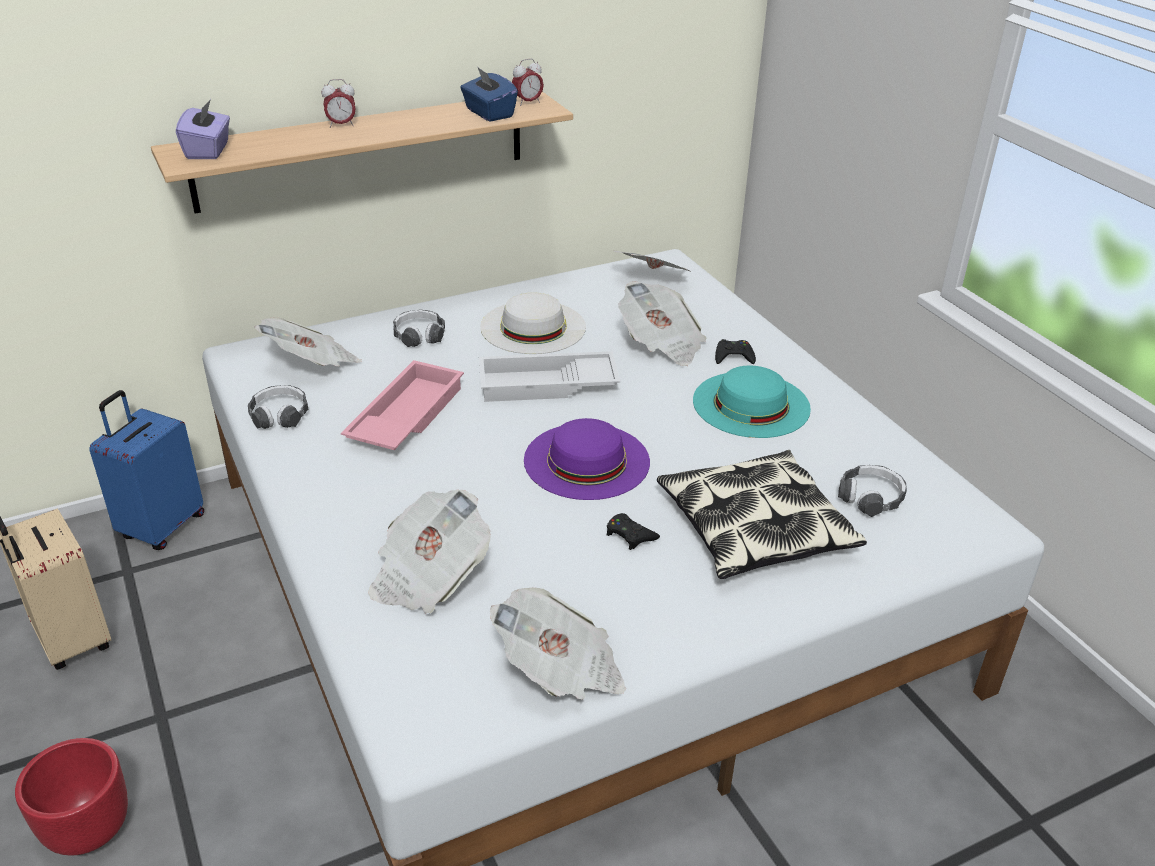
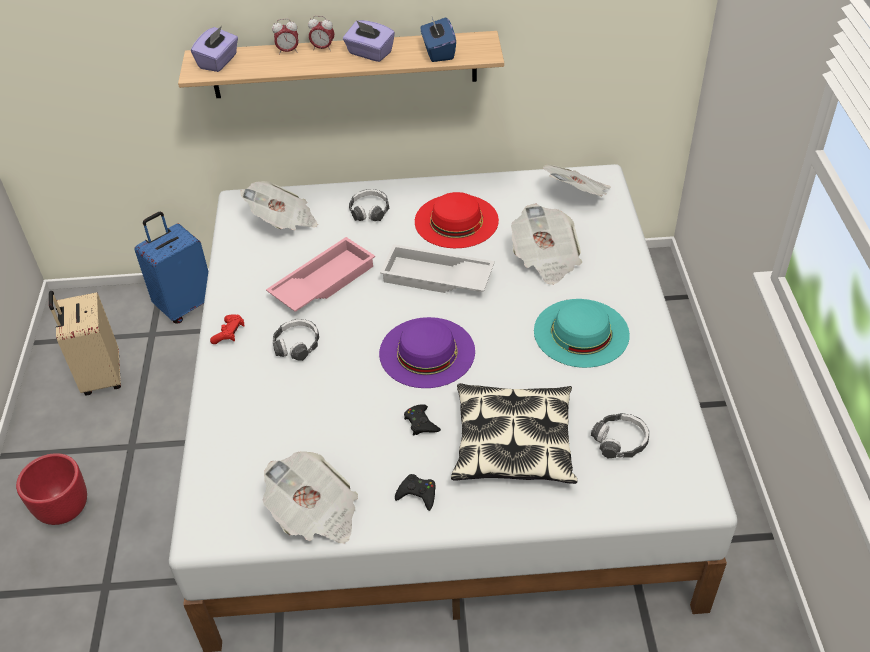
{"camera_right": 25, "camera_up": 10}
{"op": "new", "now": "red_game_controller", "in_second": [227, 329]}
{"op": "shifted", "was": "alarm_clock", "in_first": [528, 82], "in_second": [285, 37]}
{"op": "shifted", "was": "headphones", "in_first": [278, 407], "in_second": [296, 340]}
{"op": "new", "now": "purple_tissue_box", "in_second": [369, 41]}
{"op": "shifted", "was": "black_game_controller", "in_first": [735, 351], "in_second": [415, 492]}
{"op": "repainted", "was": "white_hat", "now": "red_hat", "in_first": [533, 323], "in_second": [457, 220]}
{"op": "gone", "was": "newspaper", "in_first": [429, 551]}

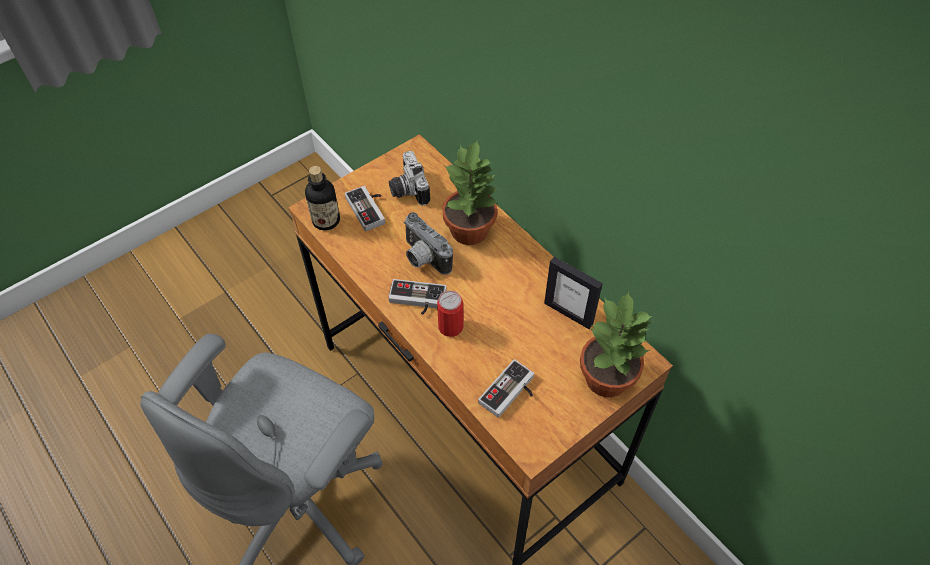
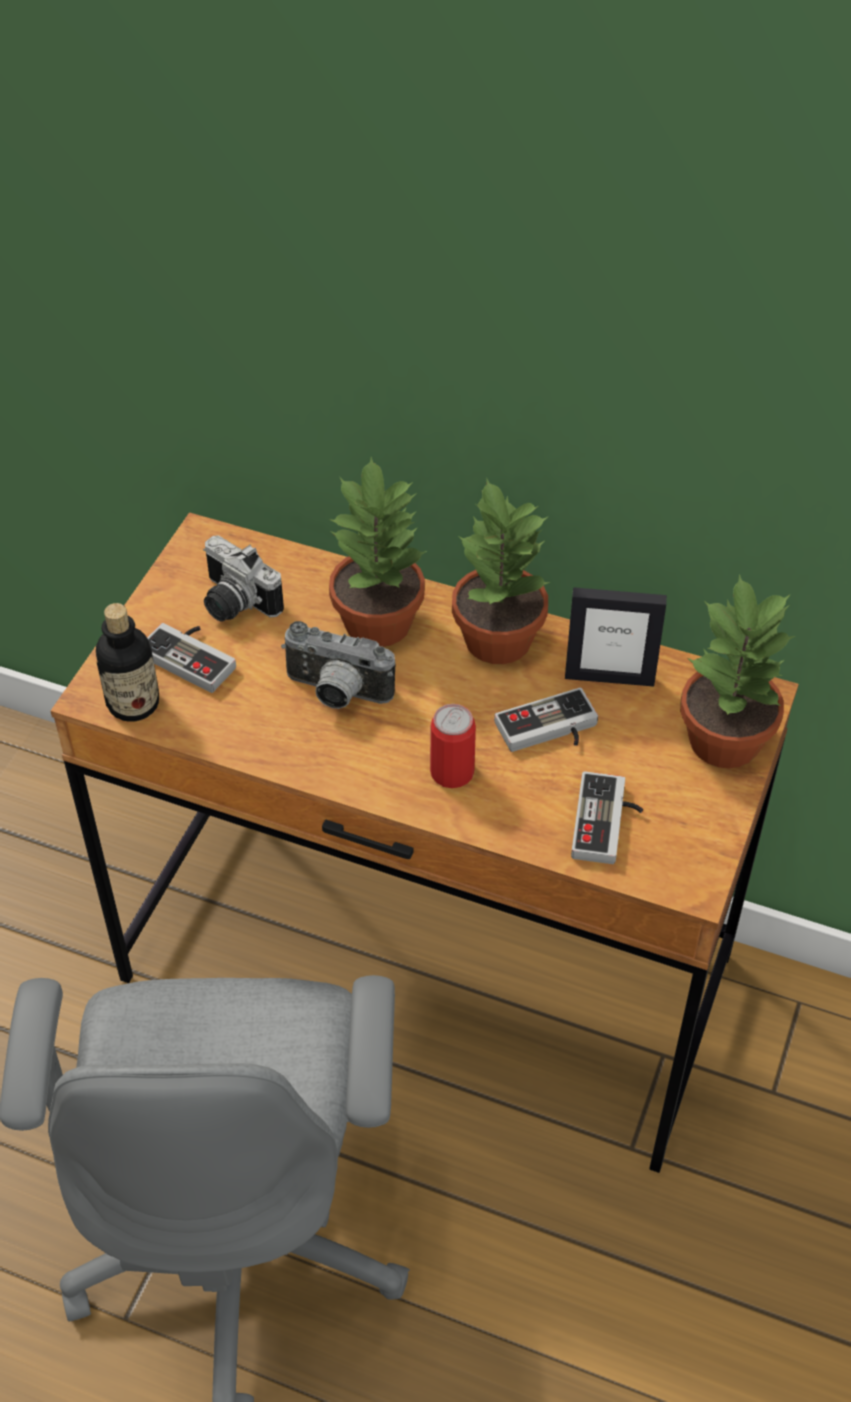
{"camera_right": -30, "camera_up": -5}
{"op": "new", "now": "potted_plant", "in_second": [501, 571]}
{"op": "shifted", "was": "game_controller", "in_first": [417, 297], "in_second": [546, 720]}

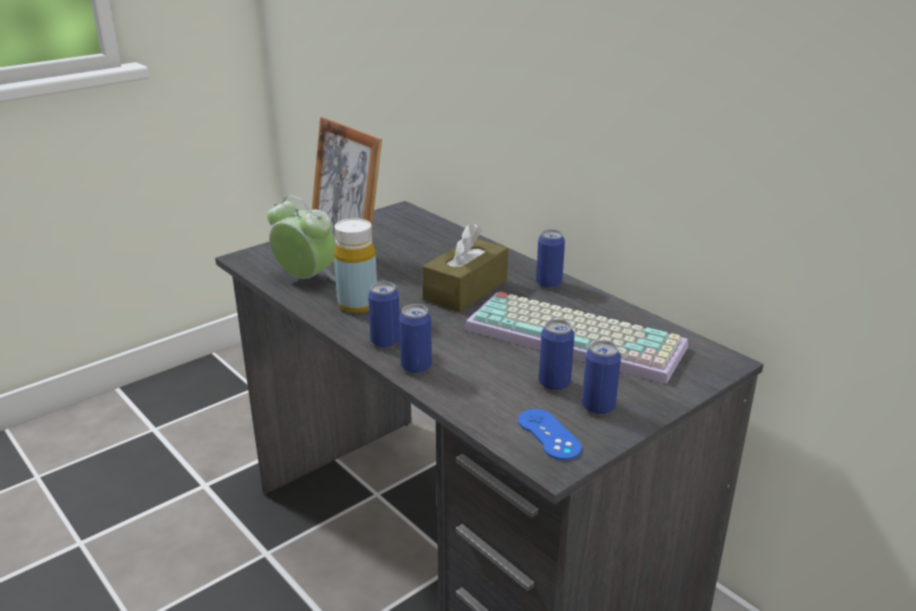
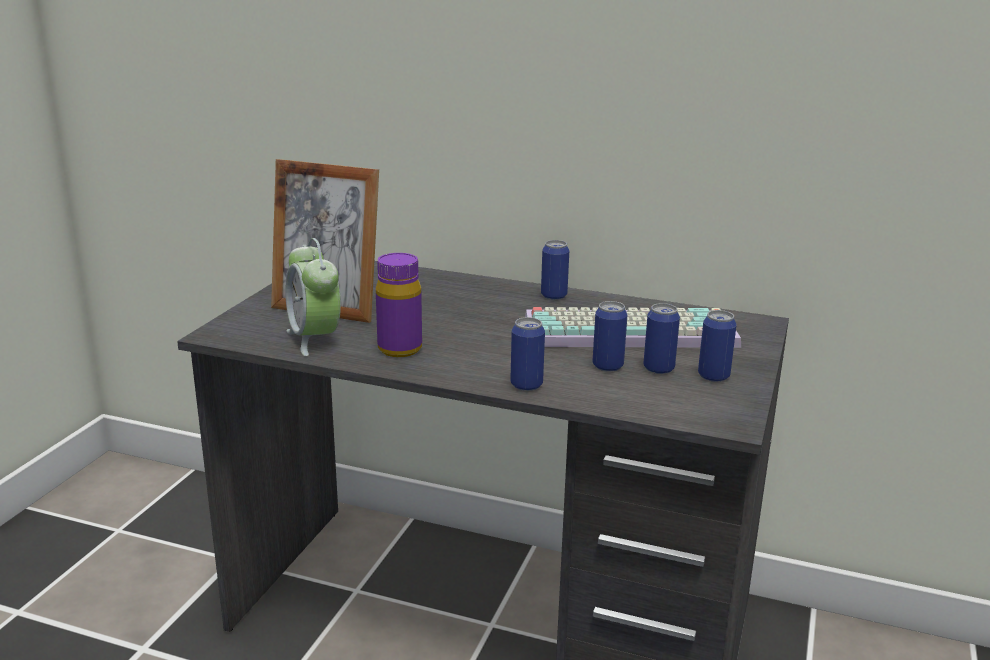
{"camera_right": -30, "camera_up": -5}
{"op": "rotated", "was": "alarm_clock", "in_first": [301, 238], "in_second": [313, 297], "clockwise": -120}
{"op": "repainted", "was": "yellow_bottle", "now": "purple_bottle", "in_first": [355, 265], "in_second": [399, 305]}
{"op": "shifted", "was": "can", "in_first": [384, 315], "in_second": [610, 336]}
{"op": "gone", "was": "brown_tissue_box", "in_first": [465, 267]}
{"op": "gone", "was": "blue_game_controller", "in_first": [550, 434]}

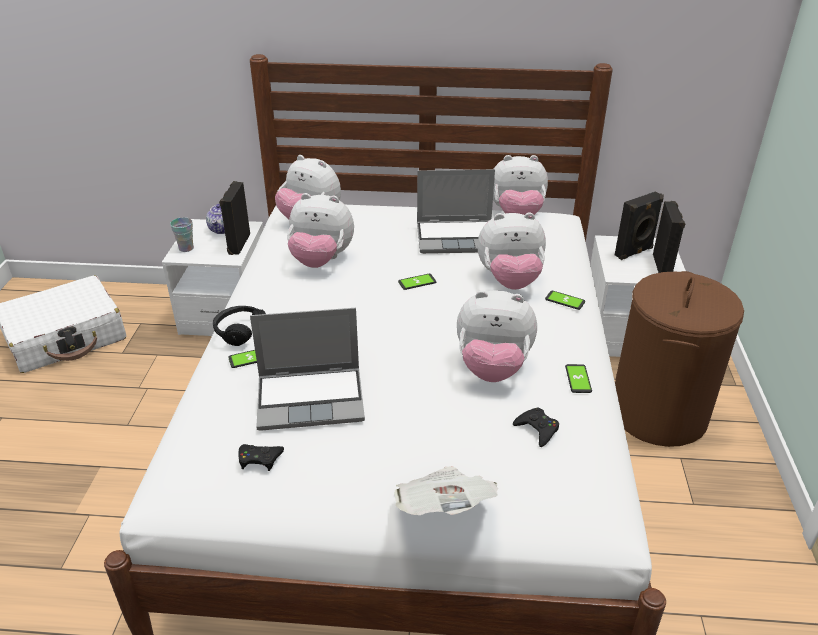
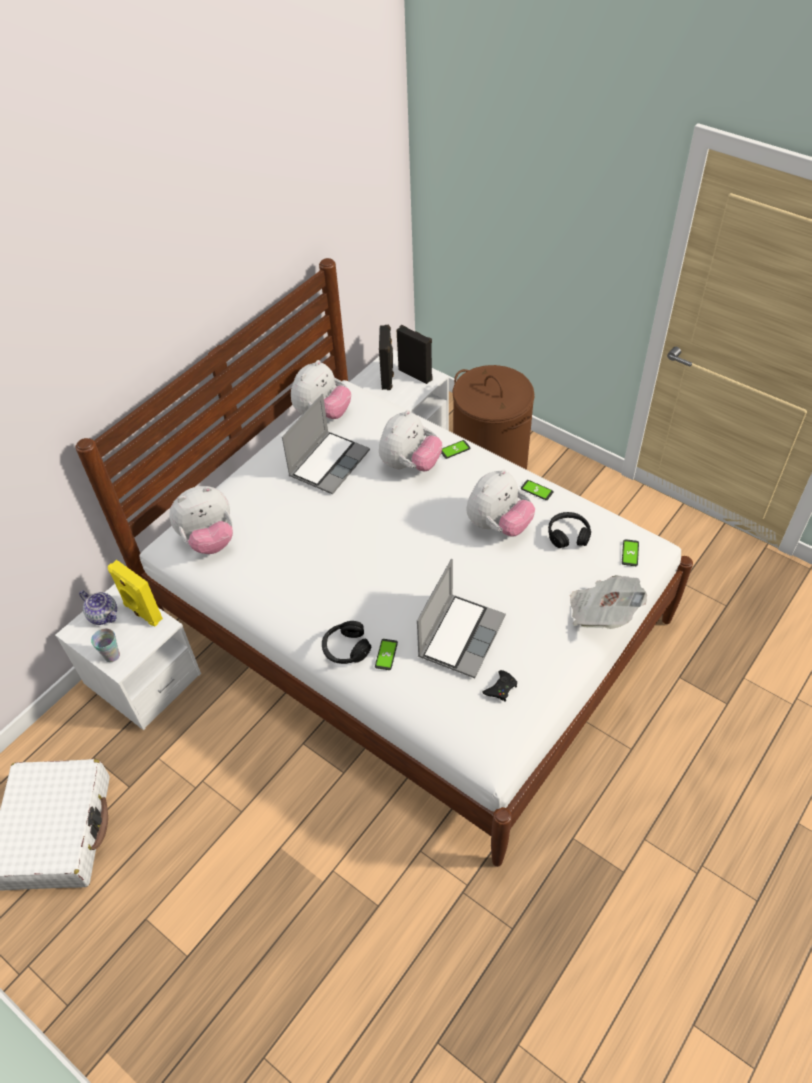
{"camera_right": -55, "camera_up": 15}
{"op": "repainted", "was": "black_speaker", "now": "yellow_speaker", "in_first": [234, 218], "in_second": [135, 593]}
{"op": "swapped", "was": "black_game_controller", "now": "black_headphones", "in_first": [536, 427], "in_second": [569, 530]}
{"op": "shifted", "was": "phone", "in_first": [417, 282], "in_second": [630, 552]}
{"op": "gone", "was": "plush_toy", "in_first": [320, 230]}

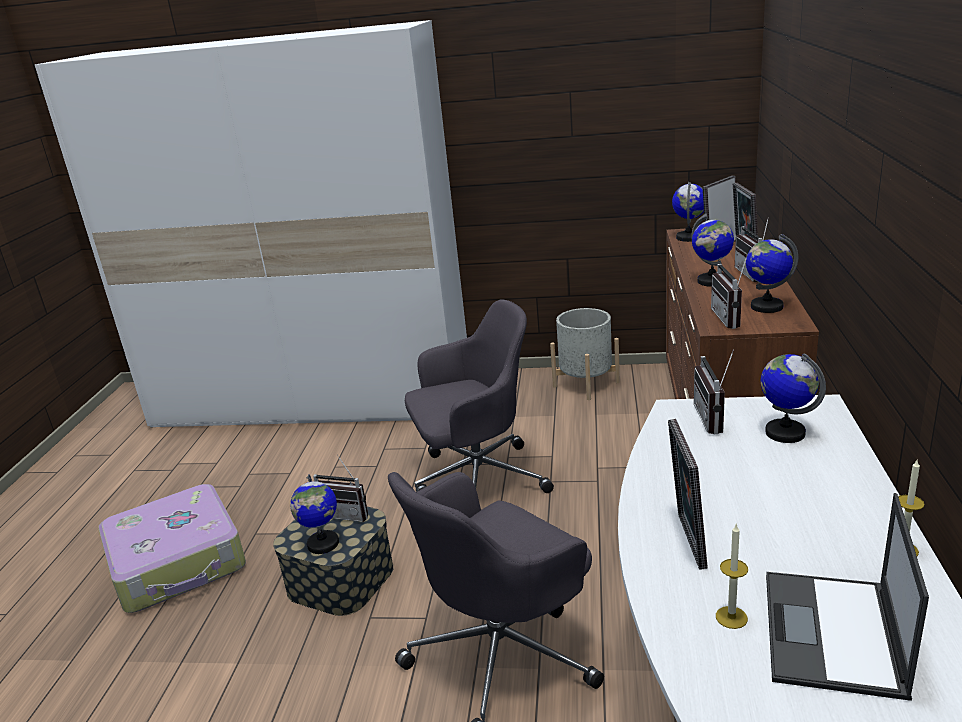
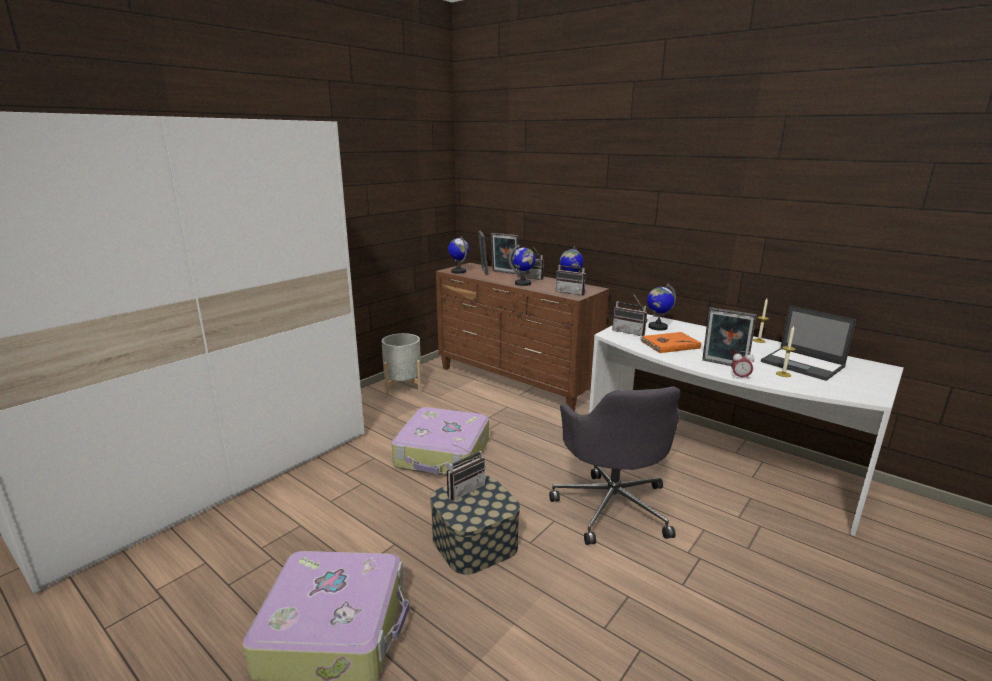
{"camera_right": -60, "camera_up": -5}
{"op": "swapped", "was": "grey_office_chair", "now": "suitcase", "in_first": [479, 396], "in_second": [440, 441]}
{"op": "new", "now": "orange_book", "in_second": [670, 342]}
{"op": "new", "now": "alarm_clock", "in_second": [742, 365]}
{"op": "gone", "was": "globe", "in_first": [314, 514]}

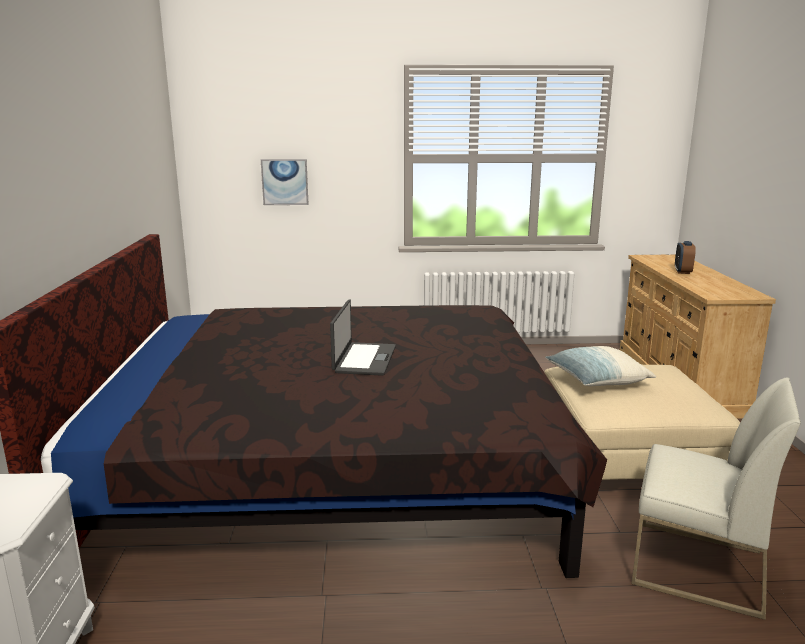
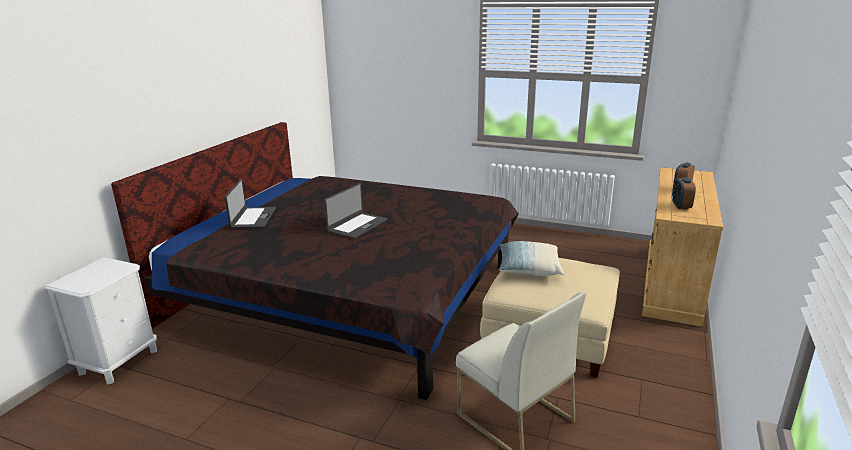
{"camera_right": 25, "camera_up": 5}
{"op": "new", "now": "laptop", "in_second": [250, 204]}
{"op": "new", "now": "alarm_clock", "in_second": [684, 193]}
{"op": "gone", "was": "picture", "in_first": [285, 182]}

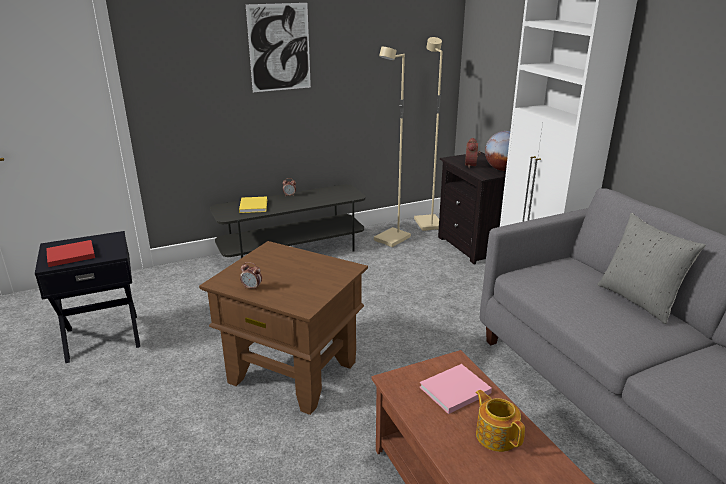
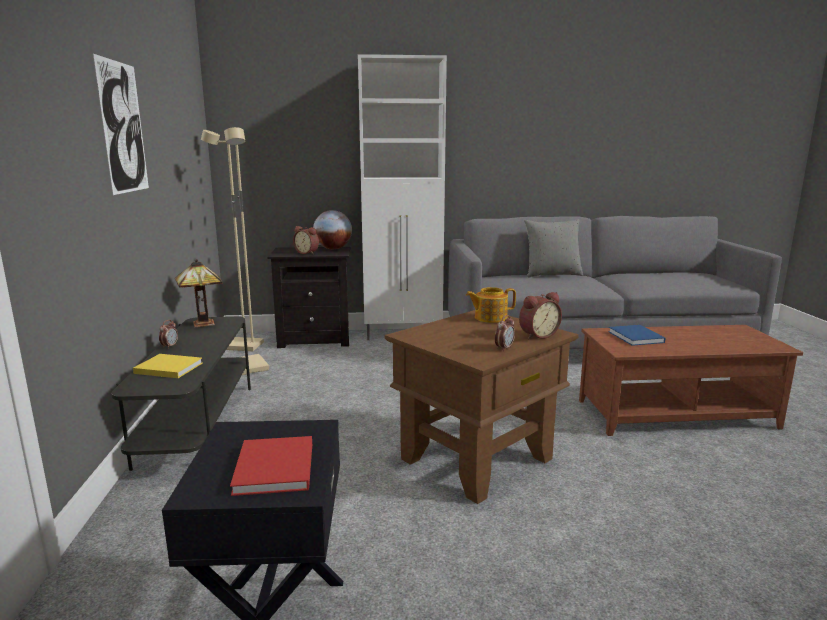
{"camera_right": -70, "camera_up": -10}
{"op": "new", "now": "table_lamp", "in_second": [199, 293]}
{"op": "shifted", "was": "teapot", "in_first": [500, 421], "in_second": [491, 305]}
{"op": "new", "now": "alarm_clock", "in_second": [540, 315]}
{"op": "repainted", "was": "pink_book", "now": "blue_book", "in_first": [456, 389], "in_second": [637, 335]}

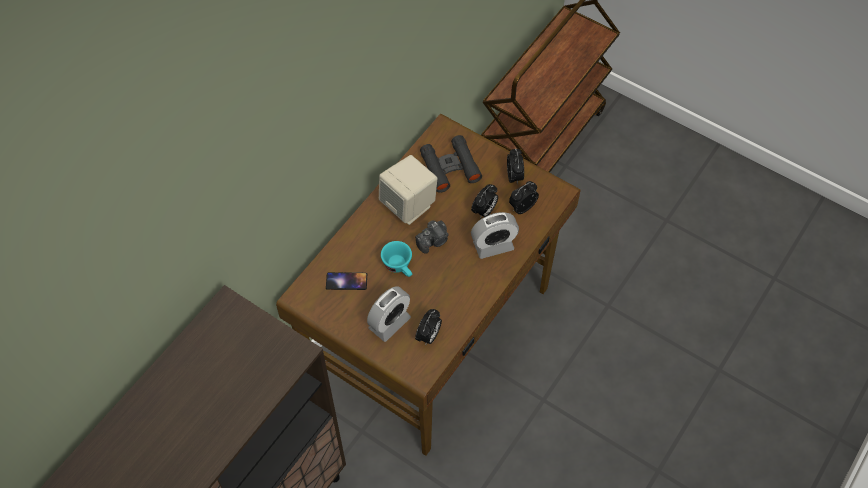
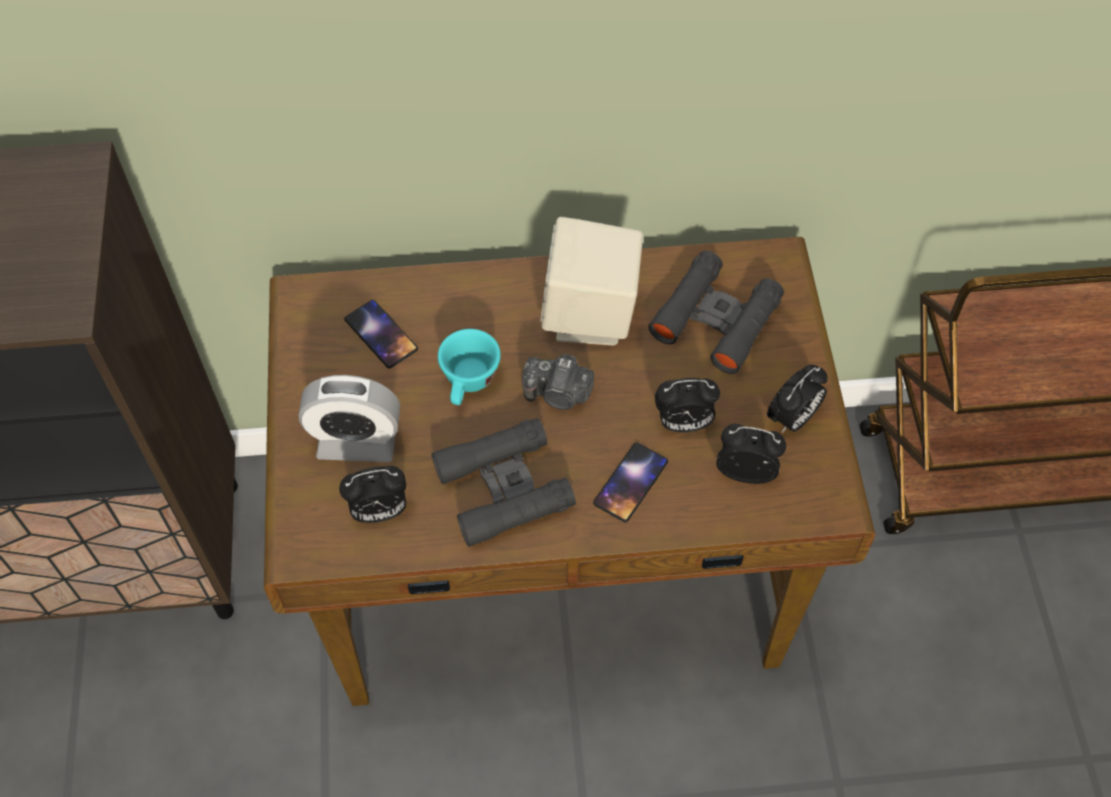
{"camera_right": 50, "camera_up": 0}
{"op": "new", "now": "black_binoculars", "in_second": [503, 482]}
{"op": "swapped", "was": "alarm_clock", "now": "phone", "in_first": [495, 235], "in_second": [630, 482]}

